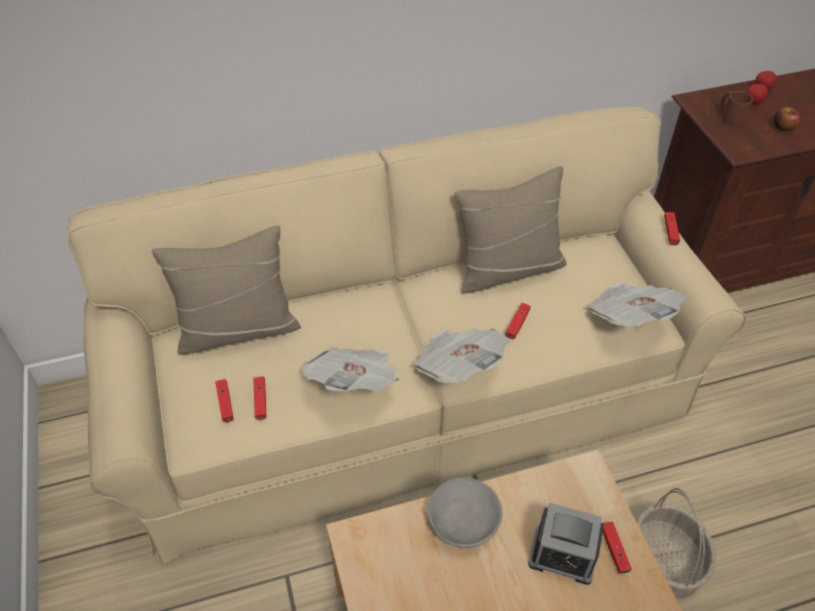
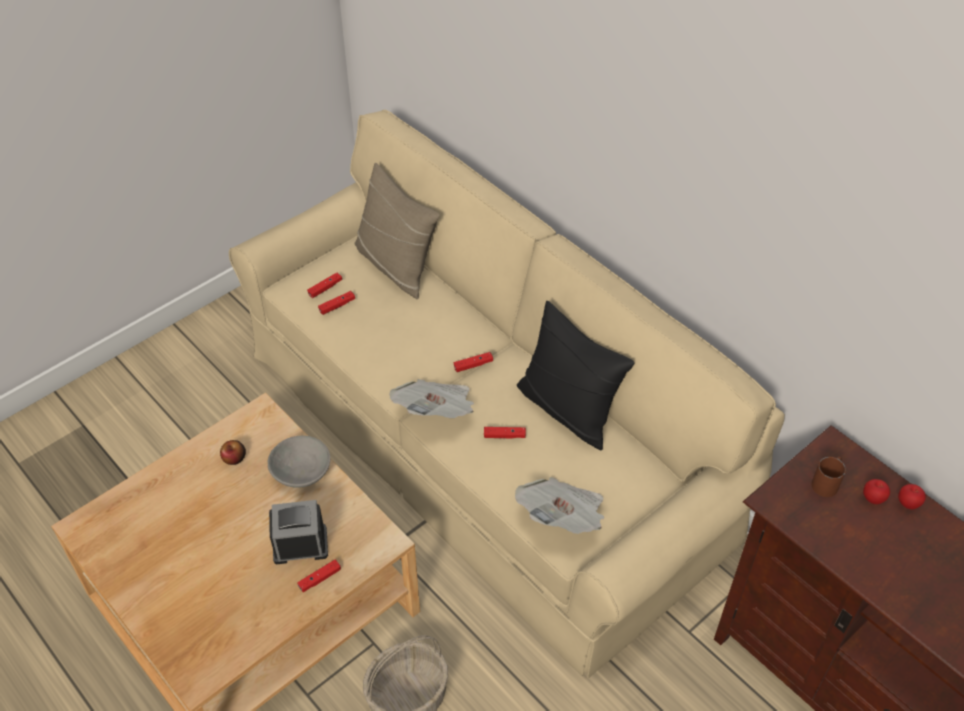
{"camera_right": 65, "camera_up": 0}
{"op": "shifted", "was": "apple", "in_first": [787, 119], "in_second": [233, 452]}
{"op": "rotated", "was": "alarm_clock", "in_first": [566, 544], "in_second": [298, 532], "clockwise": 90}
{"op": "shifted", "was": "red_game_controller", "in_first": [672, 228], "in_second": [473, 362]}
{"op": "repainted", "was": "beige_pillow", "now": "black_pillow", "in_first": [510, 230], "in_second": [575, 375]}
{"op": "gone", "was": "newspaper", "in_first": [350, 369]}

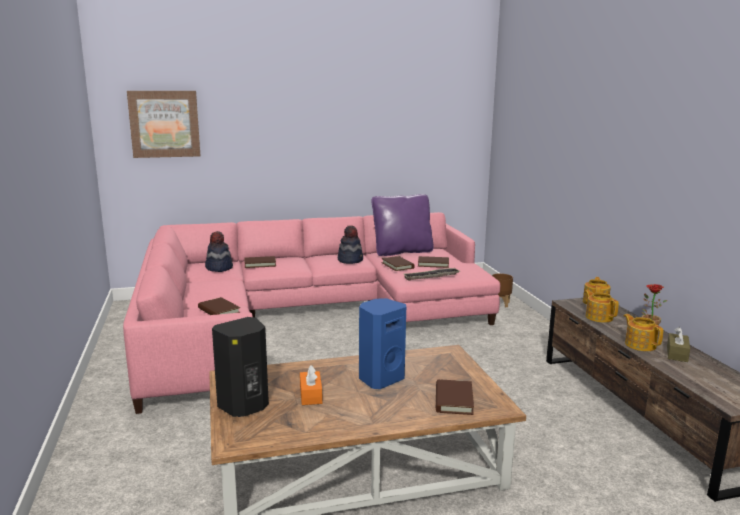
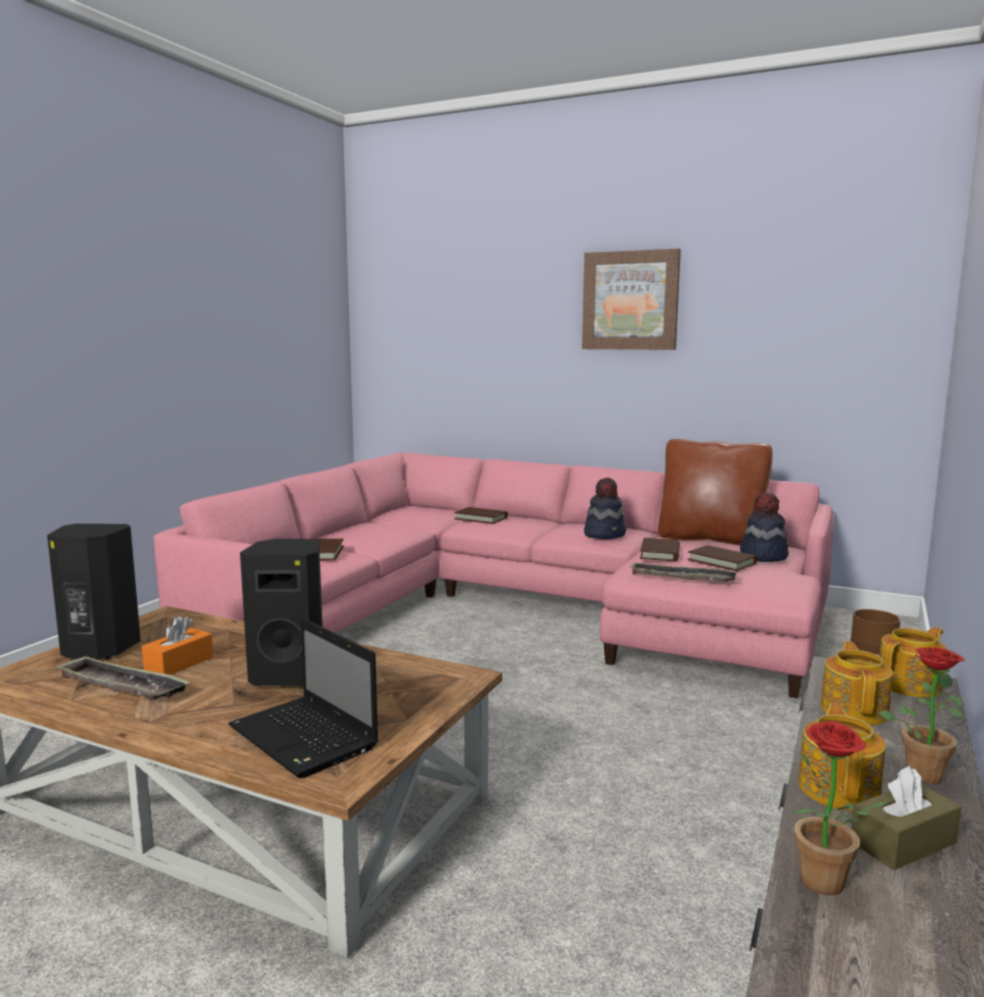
{"camera_right": 40, "camera_up": -5}
{"op": "new", "now": "tray", "in_second": [122, 677]}
{"op": "swapped", "was": "brown_book", "now": "laptop", "in_first": [455, 397], "in_second": [303, 698]}
{"op": "repainted", "was": "blue_speaker", "now": "black_speaker", "in_first": [382, 343], "in_second": [281, 612]}
{"op": "shifted", "was": "picture", "in_first": [164, 124], "in_second": [631, 299]}
{"op": "repainted", "was": "purple_pillow", "now": "brown_pillow", "in_first": [402, 225], "in_second": [715, 492]}
{"op": "shifted", "was": "hat", "in_first": [219, 251], "in_second": [764, 527]}
{"op": "new", "now": "potted_plant", "in_second": [839, 808]}

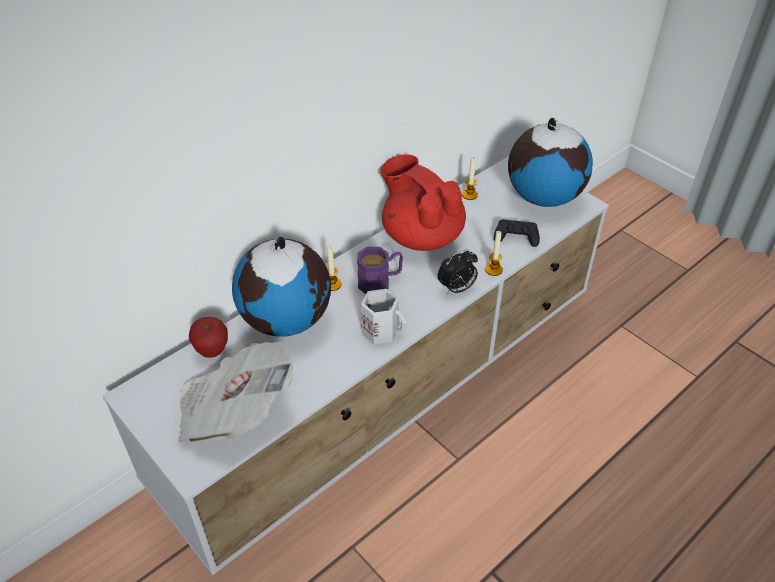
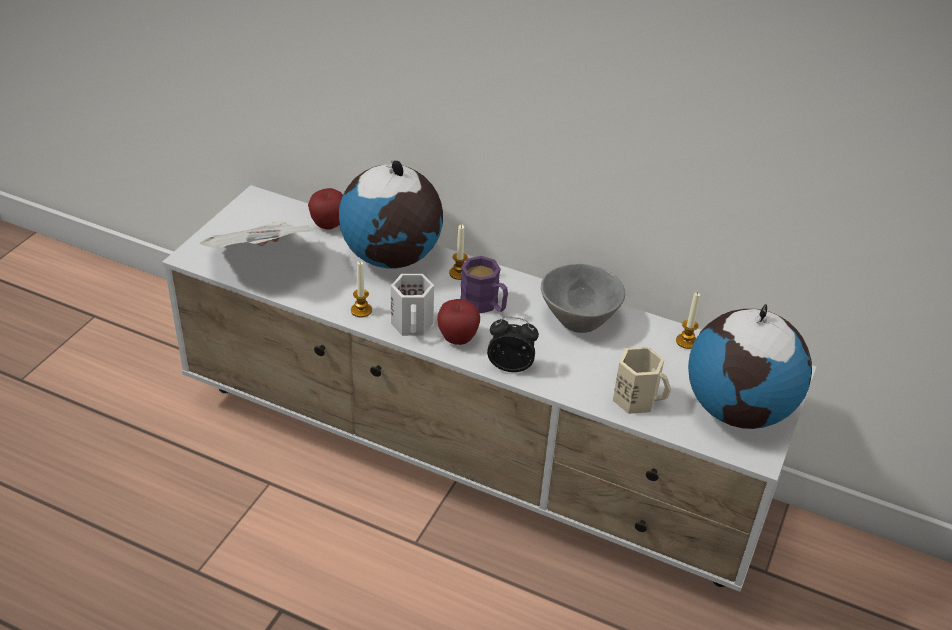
{"camera_right": 65, "camera_up": -5}
{"op": "shifted", "was": "candle", "in_first": [494, 253], "in_second": [361, 289]}
{"op": "new", "now": "apple", "in_second": [458, 322]}
{"op": "rotated", "was": "alarm_clock", "in_first": [458, 271], "in_second": [513, 344], "clockwise": 150}
{"op": "swapped", "was": "red_teapot", "now": "grey_bowl", "in_first": [423, 202], "in_second": [583, 298]}
{"op": "swapped", "was": "black_game_controller", "now": "beige_mug", "in_first": [517, 233], "in_second": [642, 380]}

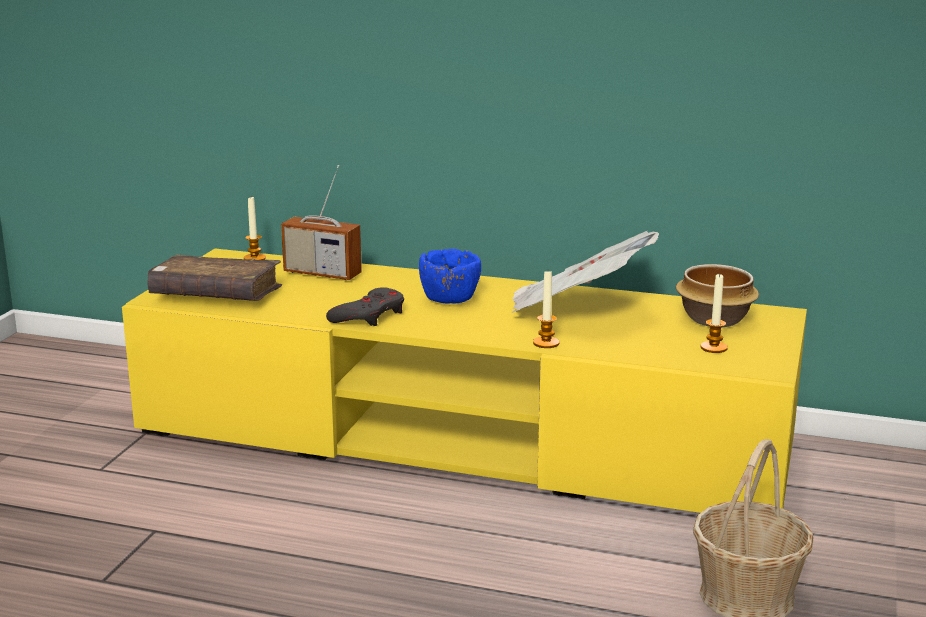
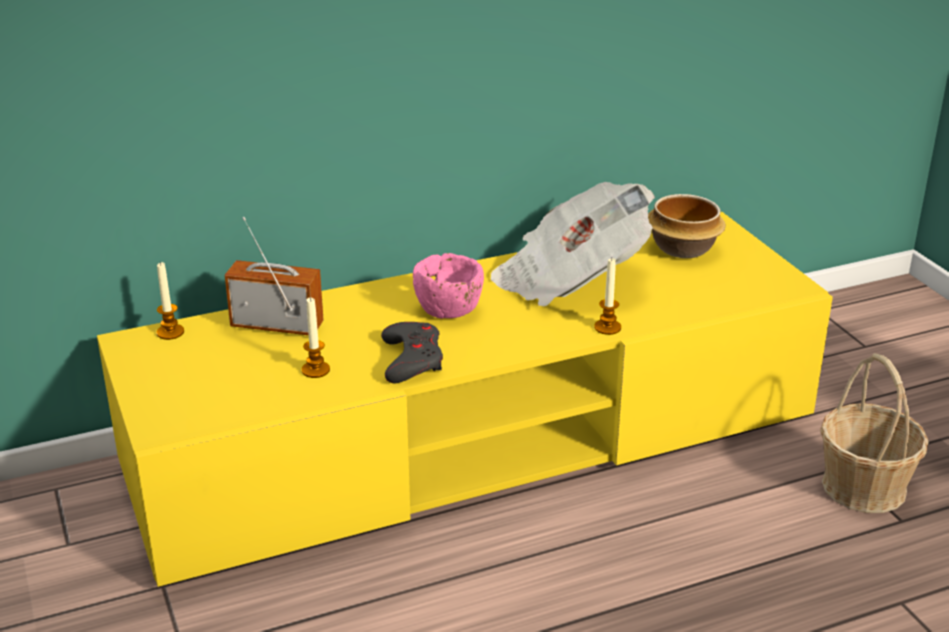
{"camera_right": -40, "camera_up": 10}
{"op": "rotated", "was": "radio", "in_first": [321, 222], "in_second": [274, 276], "clockwise": -150}
{"op": "shifted", "was": "candle", "in_first": [714, 313], "in_second": [315, 337]}
{"op": "repainted", "was": "blue_bowl", "now": "pink_bowl", "in_first": [450, 276], "in_second": [448, 285]}
{"op": "gone", "was": "brown_book", "in_first": [215, 278]}

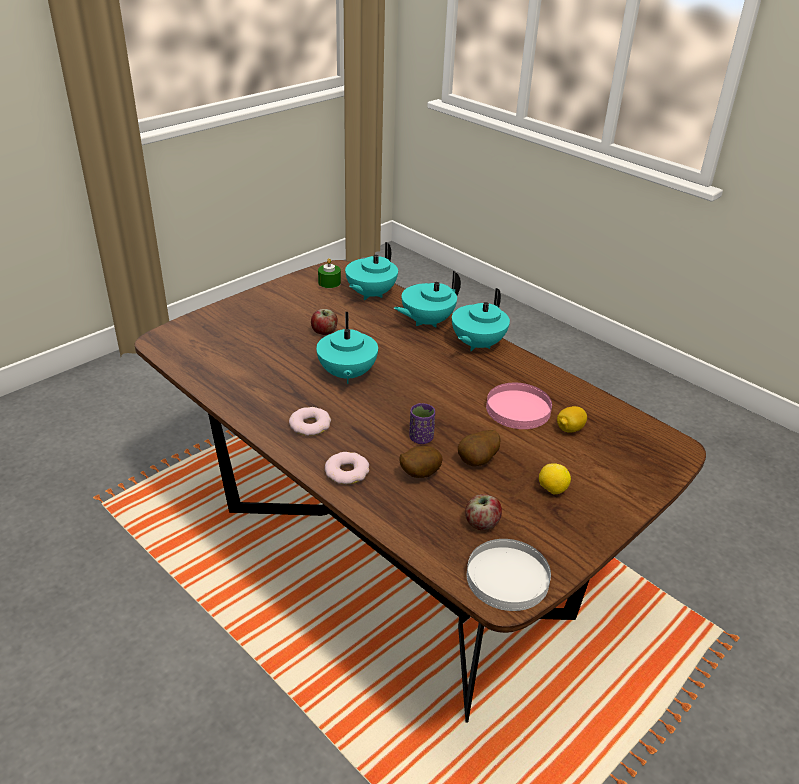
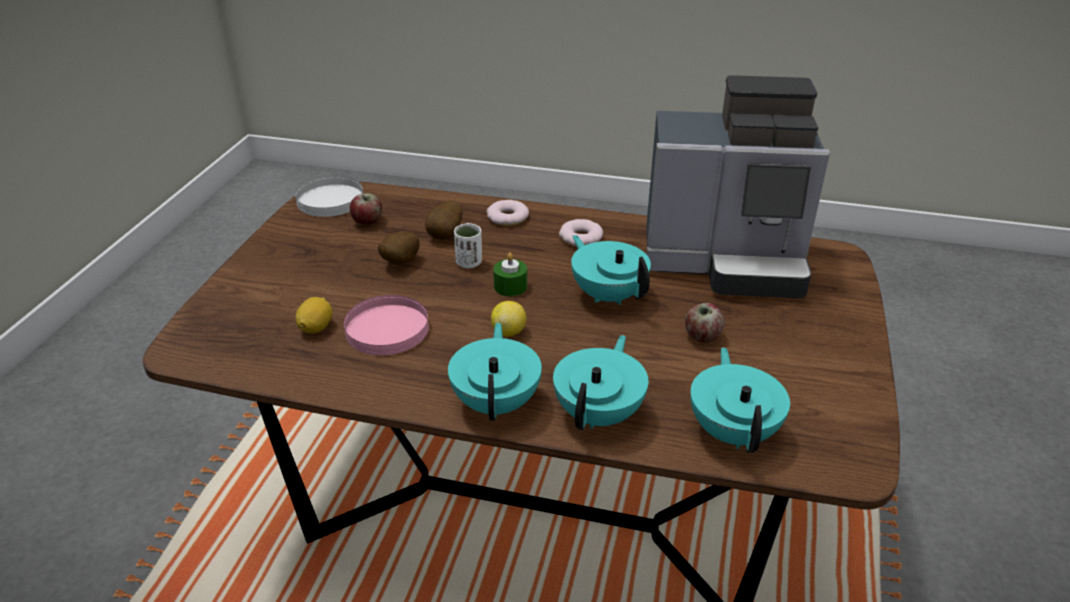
{"camera_right": 150, "camera_up": 0}
{"op": "repainted", "was": "purple_cup", "now": "white_cup", "in_first": [422, 423], "in_second": [468, 245]}
{"op": "shifted", "was": "lemon", "in_first": [555, 478], "in_second": [509, 319]}
{"op": "shifted", "was": "green_candle", "in_first": [329, 273], "in_second": [510, 274]}
{"op": "new", "now": "coffee_machine", "in_second": [738, 186]}

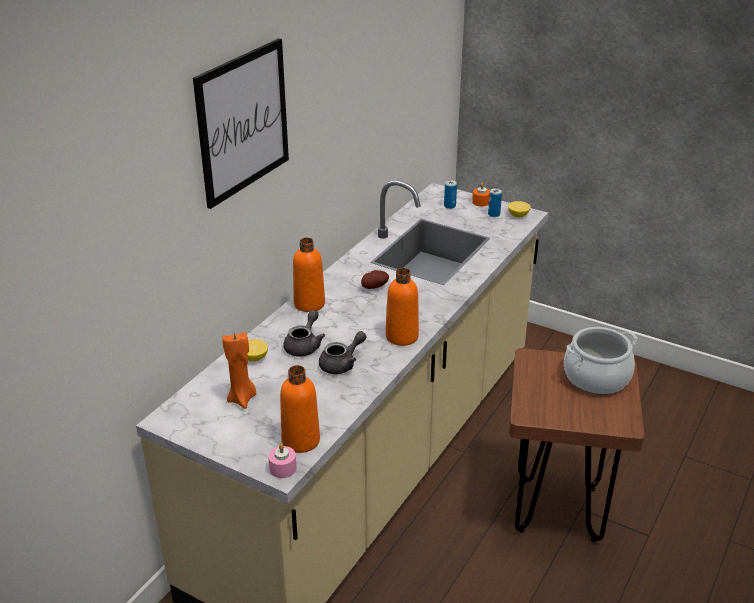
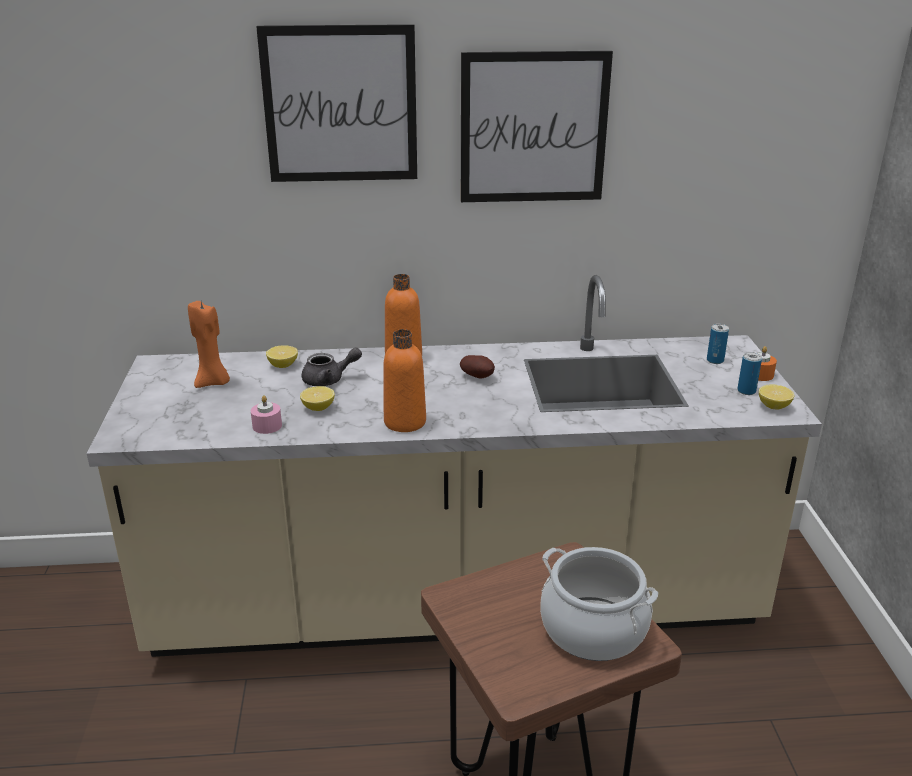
{"camera_right": 55, "camera_up": -5}
{"op": "shifted", "was": "pink_candle", "in_first": [282, 461], "in_second": [266, 414]}
{"op": "swapped", "was": "grey_teapot", "now": "lemon", "in_first": [342, 352], "in_second": [317, 398]}
{"op": "new", "now": "picture", "in_second": [537, 126]}
{"op": "gone", "was": "orange_bottle", "in_first": [300, 409]}

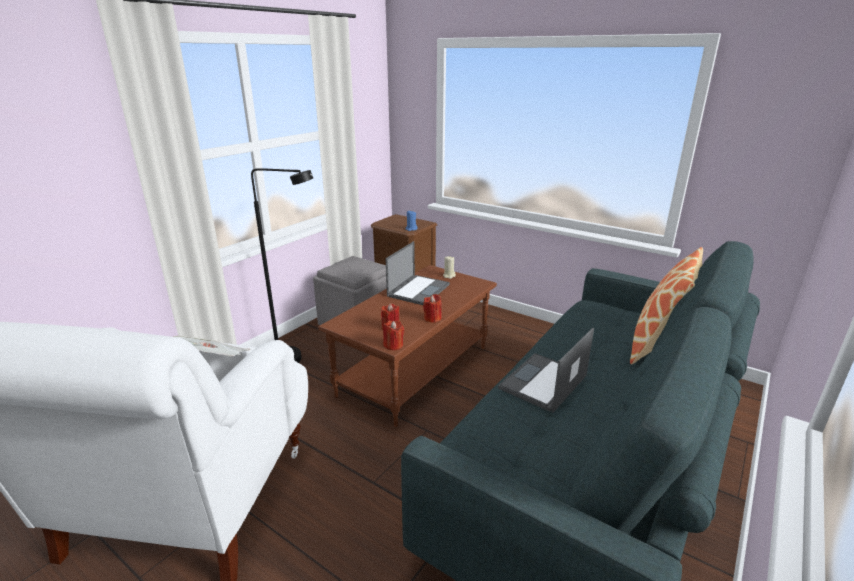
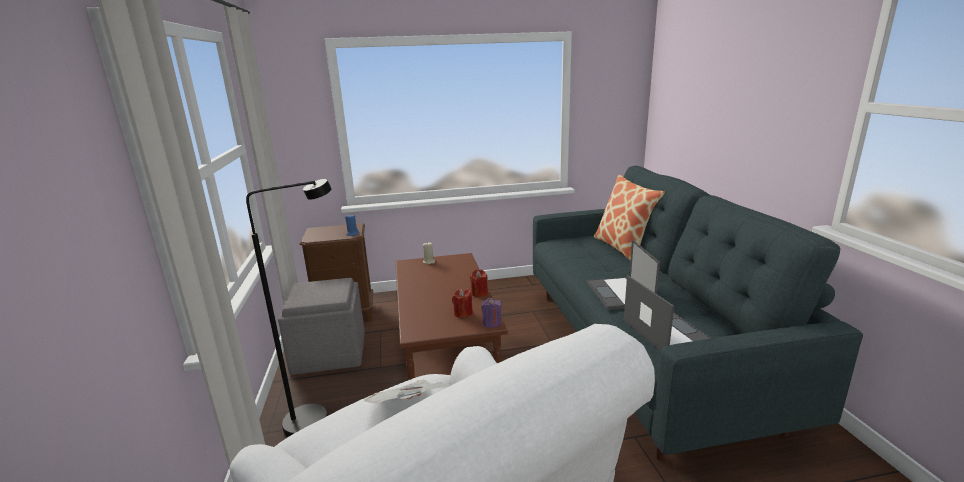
{"camera_right": -45, "camera_up": -5}
{"op": "repainted", "was": "red_candle", "now": "purple_candle", "in_first": [393, 335], "in_second": [491, 313]}
{"op": "shifted", "was": "laptop", "in_first": [417, 273], "in_second": [667, 313]}

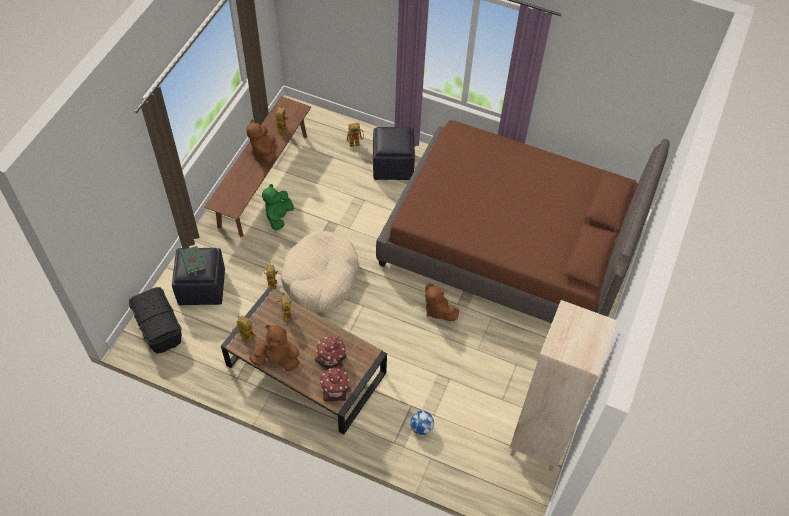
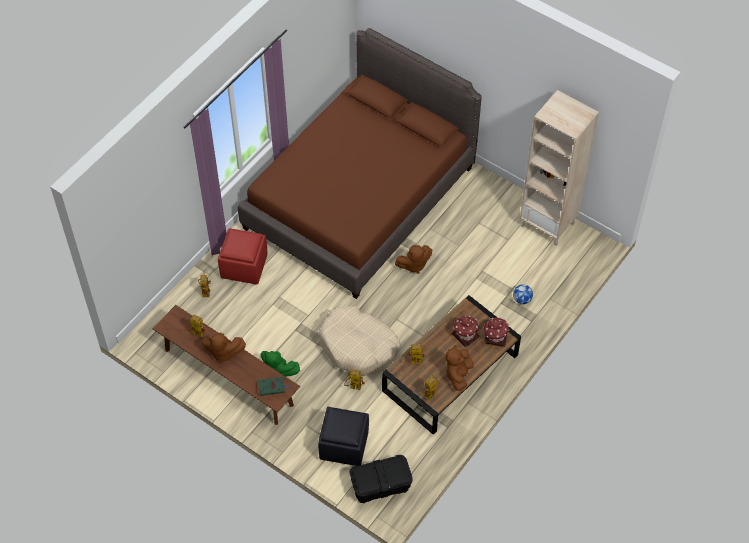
{"camera_right": -75, "camera_up": 0}
{"op": "repainted", "was": "black_ottoman", "now": "red_ottoman", "in_first": [394, 153], "in_second": [243, 256]}
{"op": "shifted", "was": "green_book", "in_first": [192, 261], "in_second": [273, 386]}

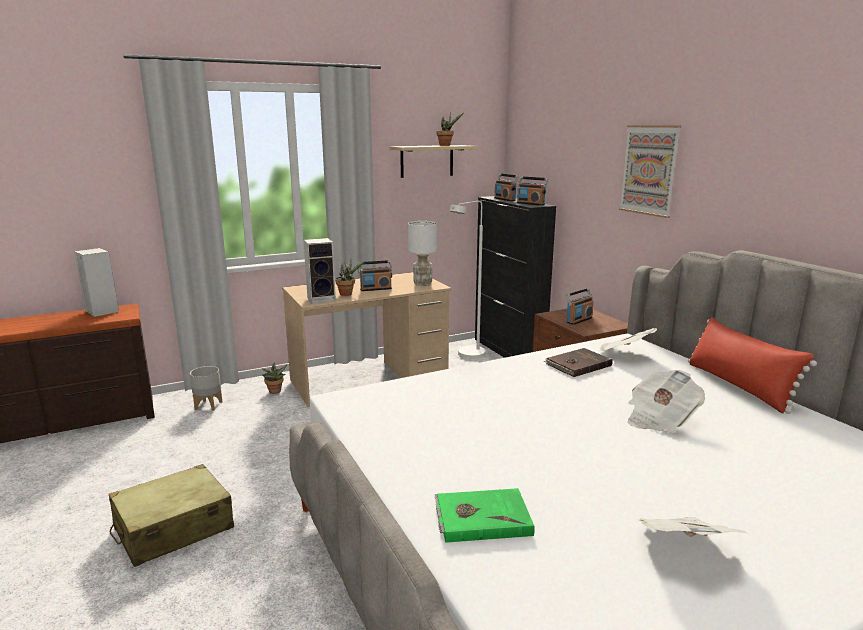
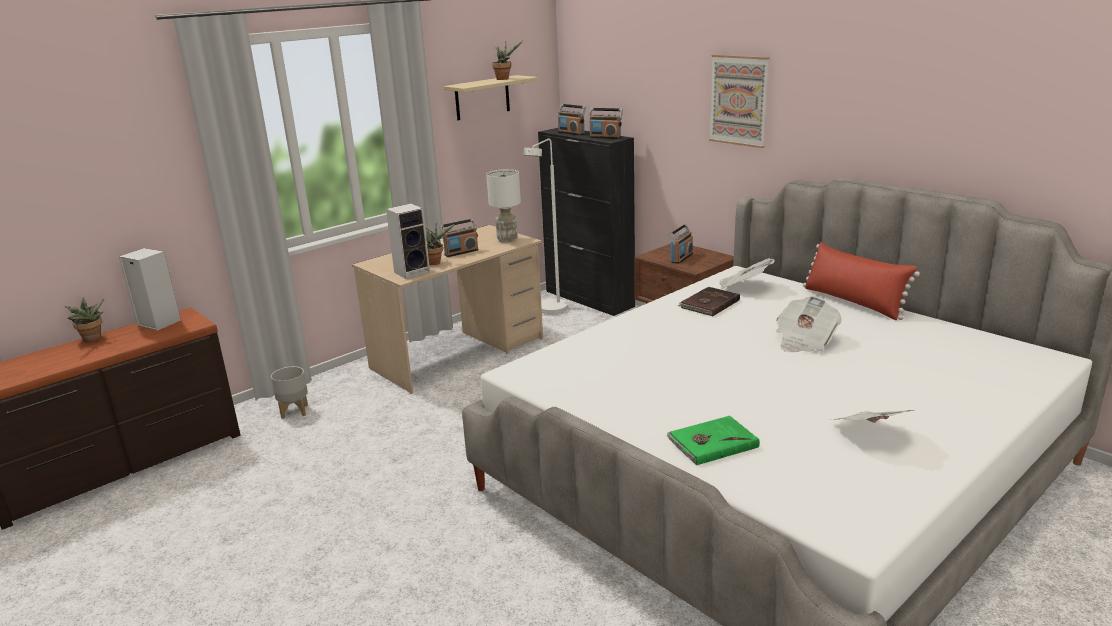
{"camera_right": -15, "camera_up": 5}
{"op": "shifted", "was": "potted_plant", "in_first": [274, 378], "in_second": [84, 319]}
{"op": "gone", "was": "beige_suitcase", "in_first": [171, 515]}

